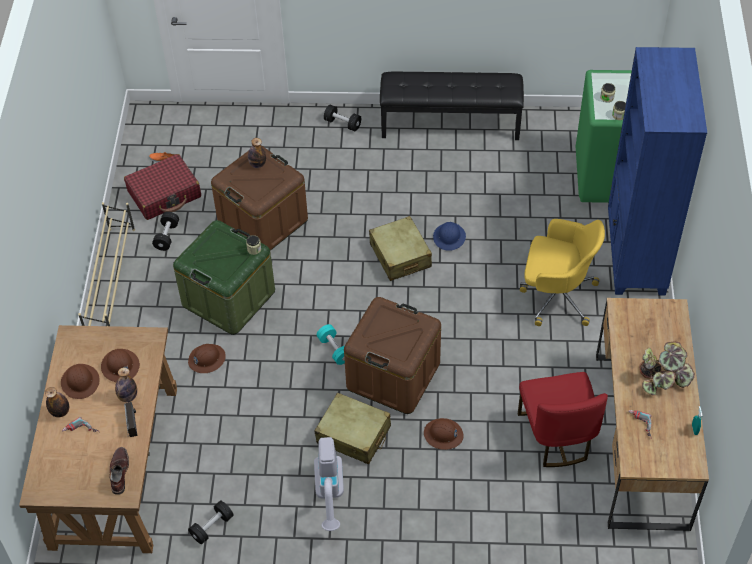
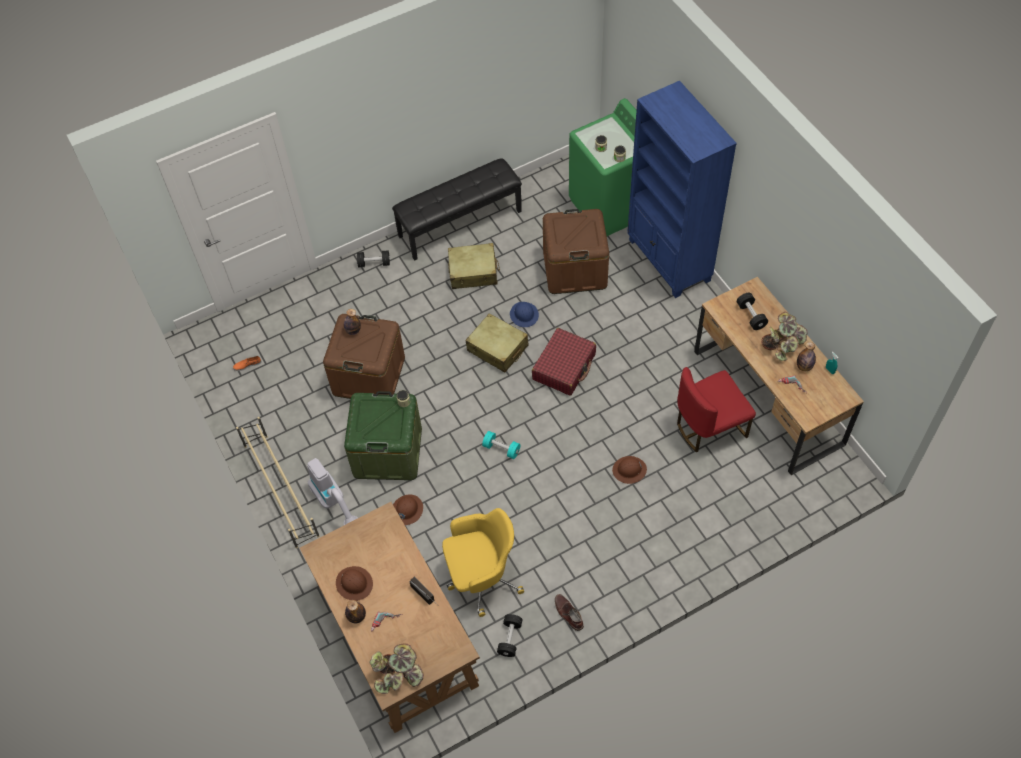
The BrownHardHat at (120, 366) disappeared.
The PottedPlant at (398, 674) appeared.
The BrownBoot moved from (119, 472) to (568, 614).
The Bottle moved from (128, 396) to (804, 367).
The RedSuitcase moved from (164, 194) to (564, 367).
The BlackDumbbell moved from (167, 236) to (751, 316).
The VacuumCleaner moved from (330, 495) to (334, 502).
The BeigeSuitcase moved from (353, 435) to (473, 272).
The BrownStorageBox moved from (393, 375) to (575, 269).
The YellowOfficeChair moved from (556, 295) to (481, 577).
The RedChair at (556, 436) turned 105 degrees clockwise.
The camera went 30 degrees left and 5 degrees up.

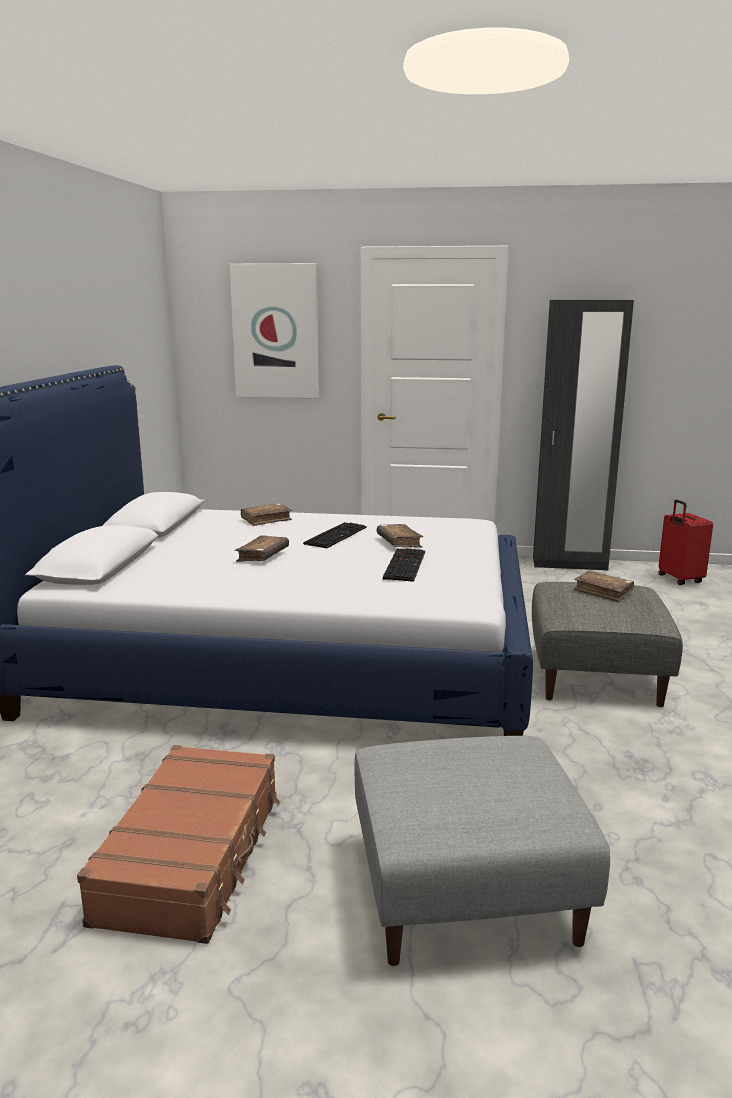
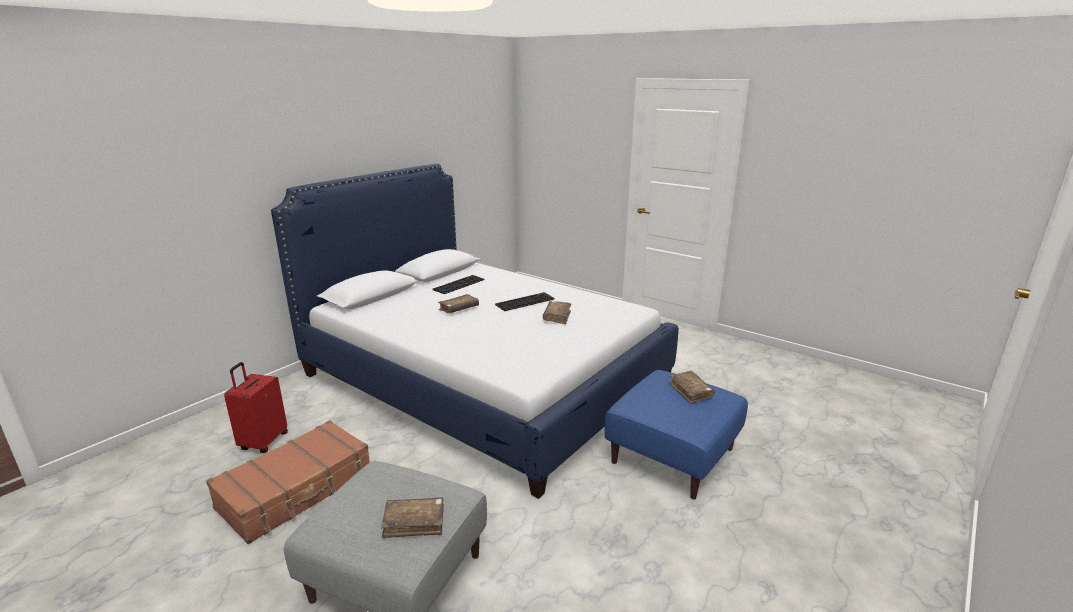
The Picture at (275, 331) disappeared.
The BlackWardrobe at (569, 564) disappeared.
The BrownBook moved from (266, 520) to (414, 523).
The Keyboard moved from (403, 565) to (459, 284).
The RedSuitcase moved from (679, 579) to (263, 442).
The GreyOttoman at (595, 675) became the BlueOttoman at (672, 455).
The camera went 30 degrees right and 5 degrees up.

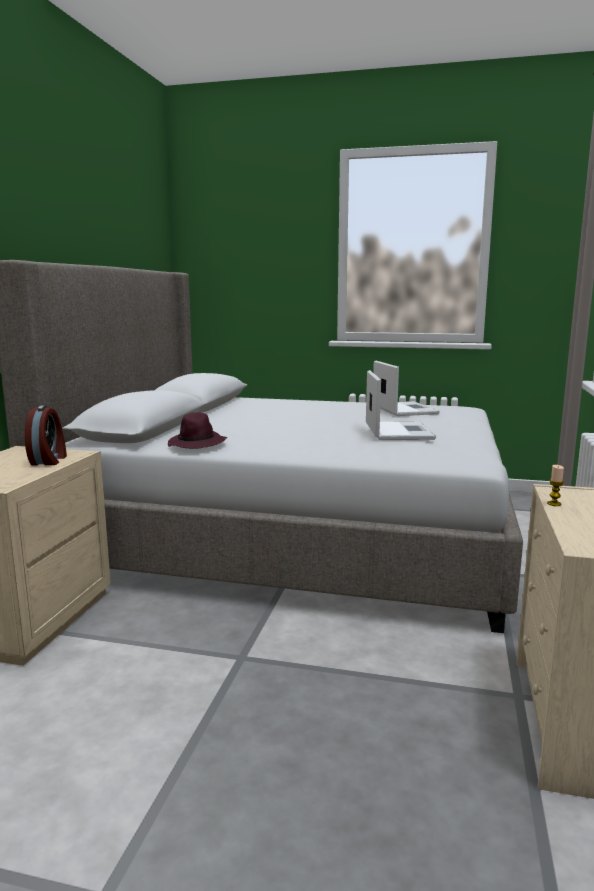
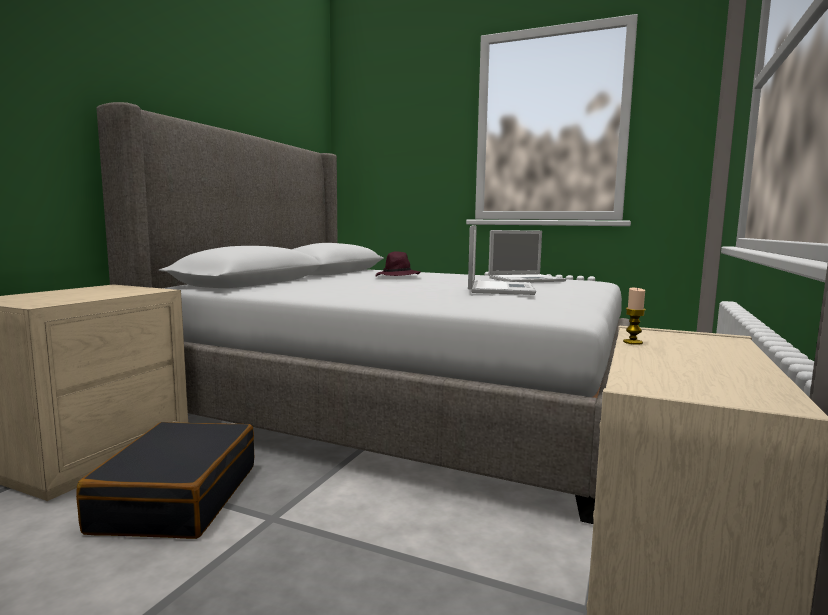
The AlarmClock at (49, 460) disappeared.
The BlackSuitcase at (177, 497) appeared.
The PurpleHat moved from (197, 444) to (398, 276).
The Laptop at (403, 409) turned 75 degrees clockwise.
The camera went 10 degrees right and 5 degrees down.

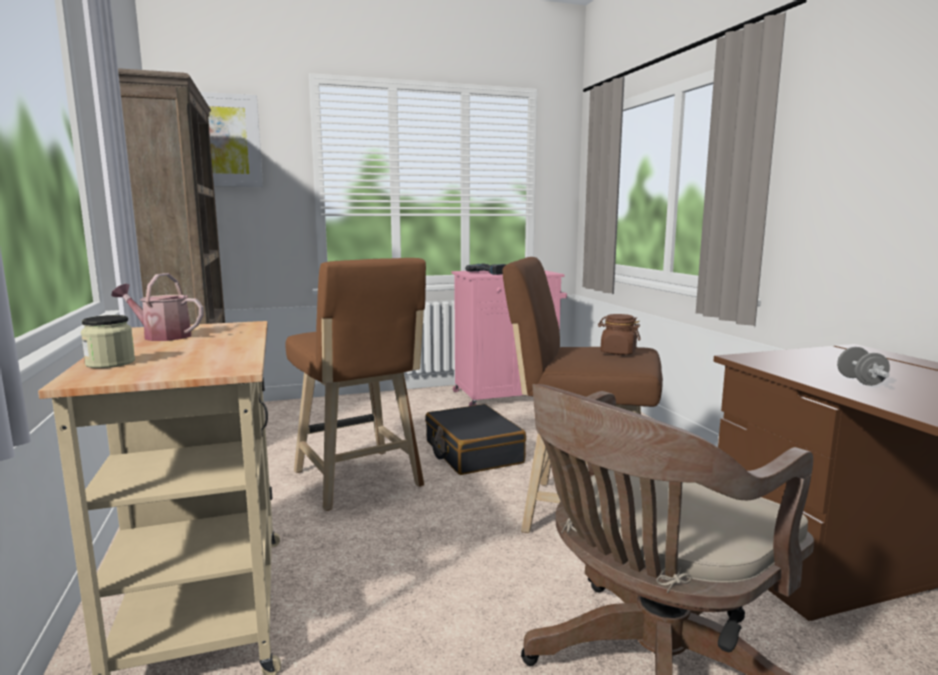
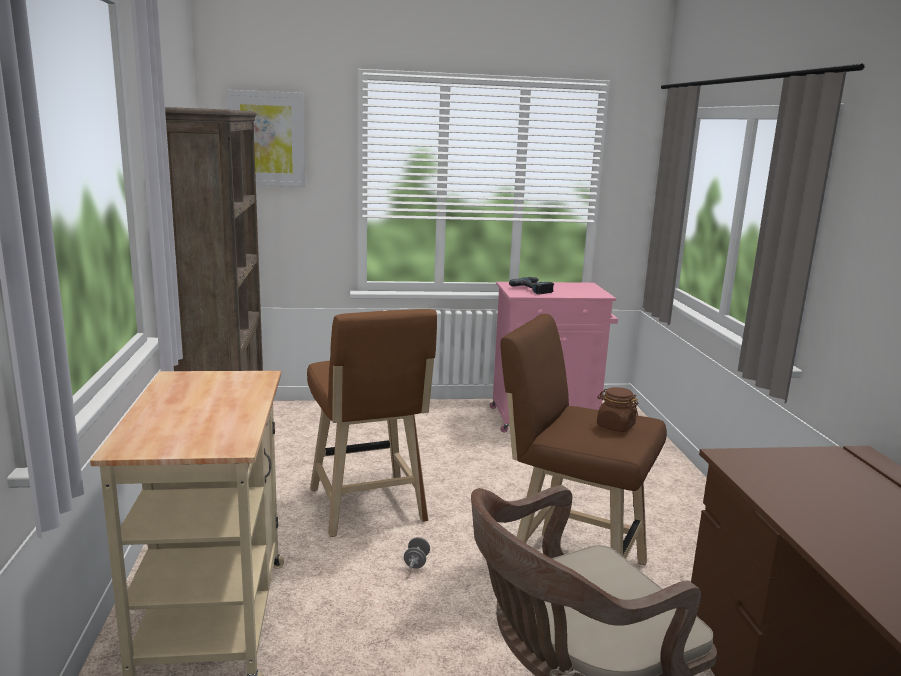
The Jar at (110, 363) disappeared.
The WateringCan at (162, 336) disappeared.
The BlackSuitcase at (472, 452) disappeared.
The GreyDumbbell moved from (860, 381) to (416, 562).
The camera went 10 degrees right and 5 degrees up.

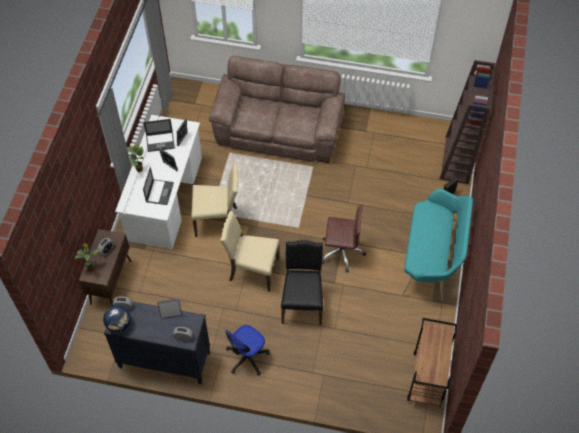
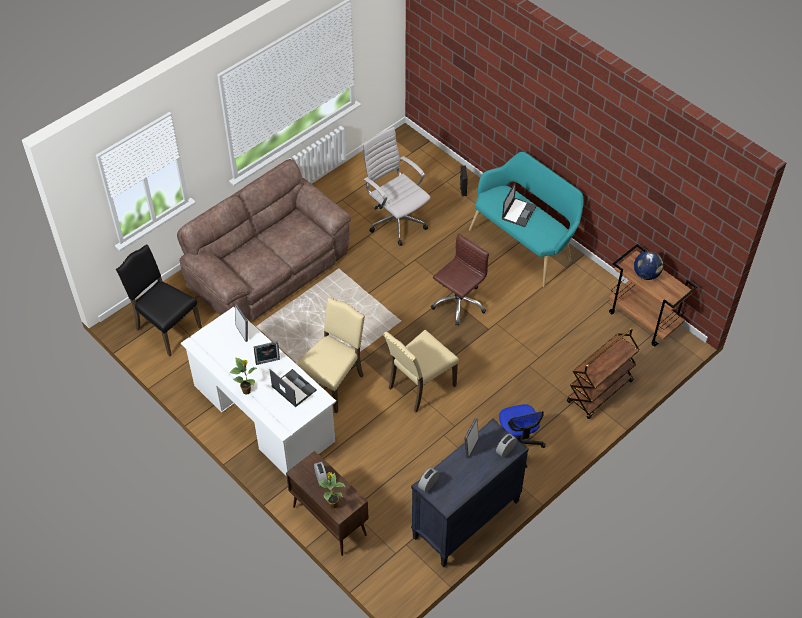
The BrownBookcase at (457, 160) disappeared.
The WhiteOfficeChair at (396, 221) appeared.
The BrownCart at (599, 392) appeared.
The Globe moved from (119, 325) to (646, 274).
The Laptop moved from (160, 141) to (519, 212).
The BlackChair moved from (302, 303) to (166, 328).
The camera went 55 degrees left and 5 degrees down.

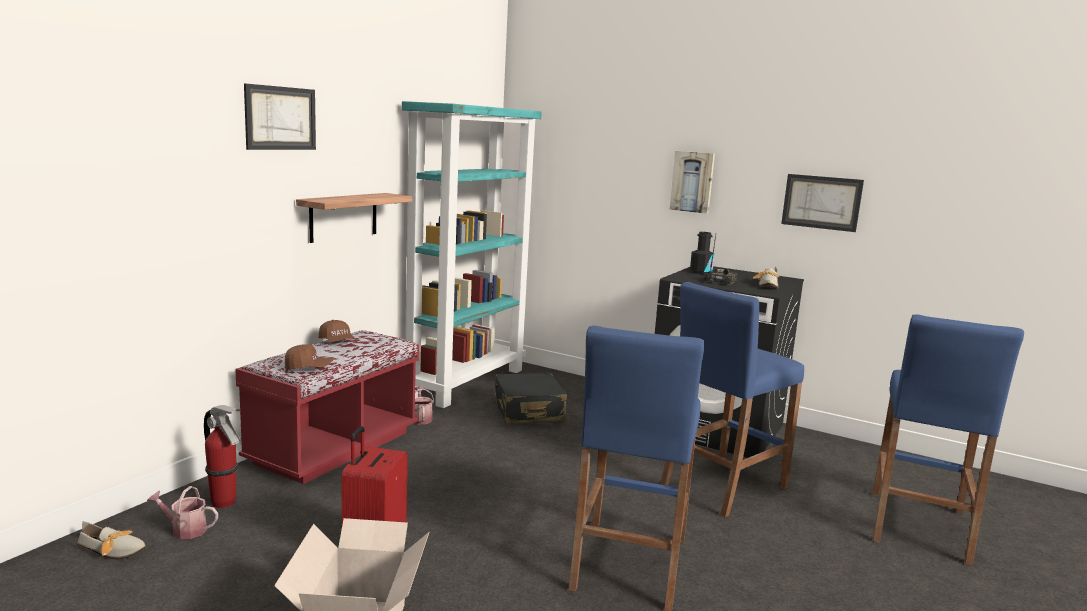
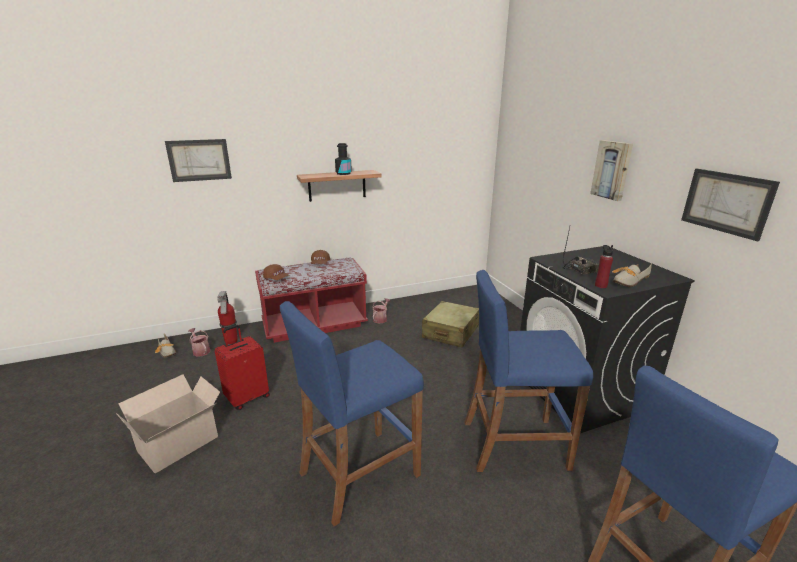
The TurquoiseBookcase at (466, 382) disappeared.
The RedBottle at (600, 285) appeared.
The Picture moved from (280, 118) to (199, 160).
The BlackBottle moved from (700, 272) to (343, 173).
The BlackSuitcase at (528, 412) became the BeigeSuitcase at (450, 332).
The camera went 40 degrees right and 10 degrees up.

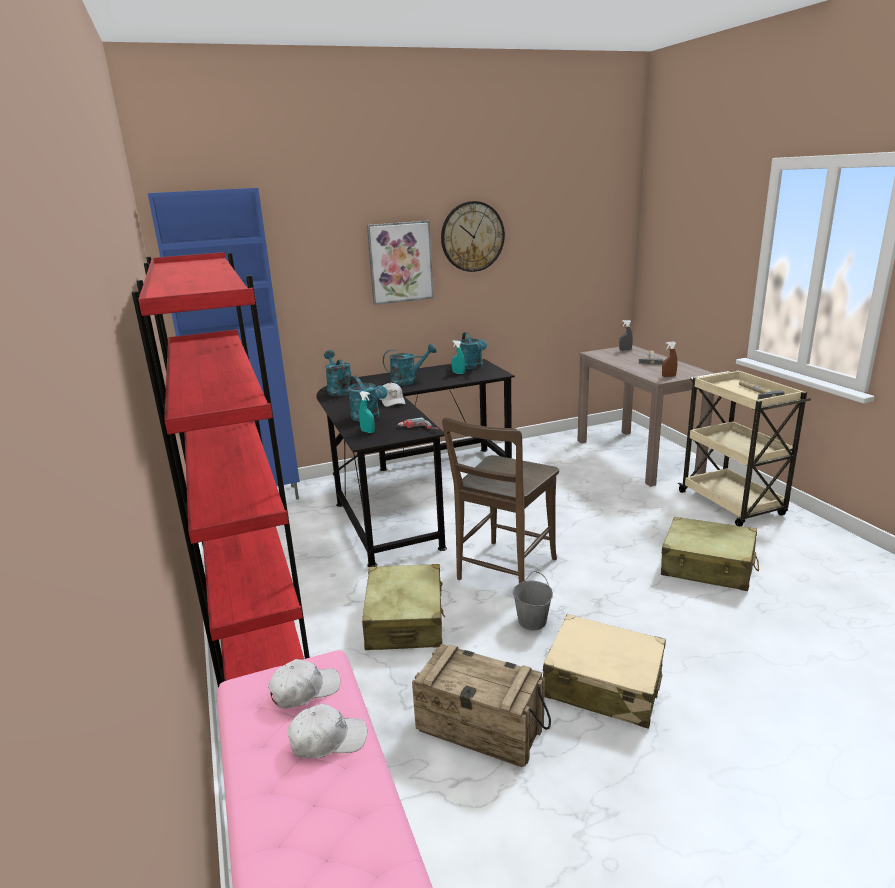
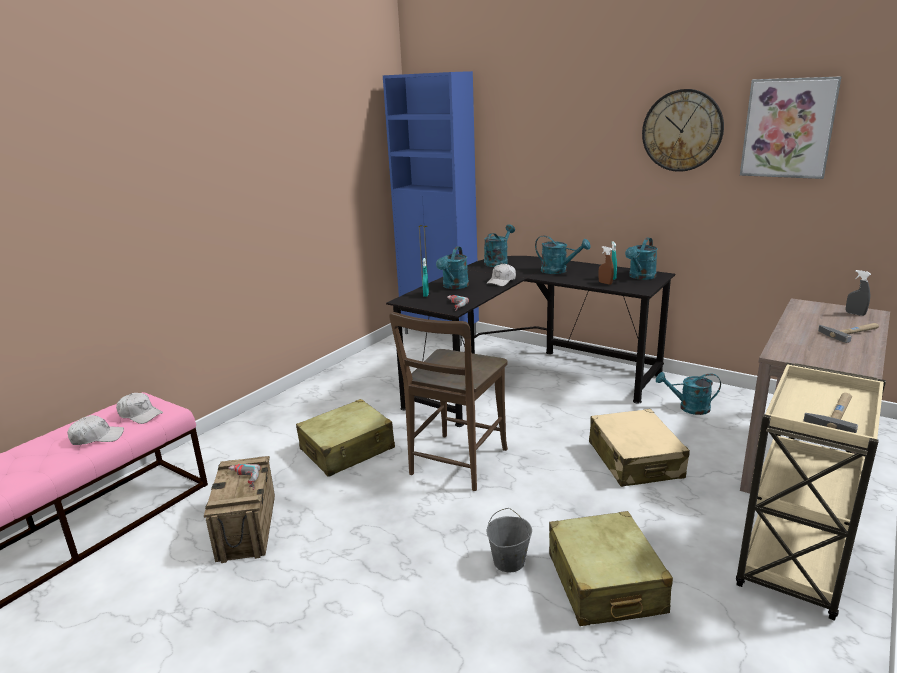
The RedBookcase at (259, 640) disappeared.
The PowerDrill at (242, 480) appeared.
The TurquoiseWateringCan at (688, 408) appeared.
The Picture moved from (400, 262) to (788, 128).
The GreyBucket moved from (532, 622) to (509, 562).
The BeigeSuitcase moved from (602, 685) to (635, 460).
The BrownSprayBottle moved from (668, 376) to (605, 283).
The WhiteCap at (327, 740) turned 60 degrees counterclockwise.
The BrownChair at (504, 571) turned 60 degrees counterclockwise.
The camera went 55 degrees right and 0 degrees up.

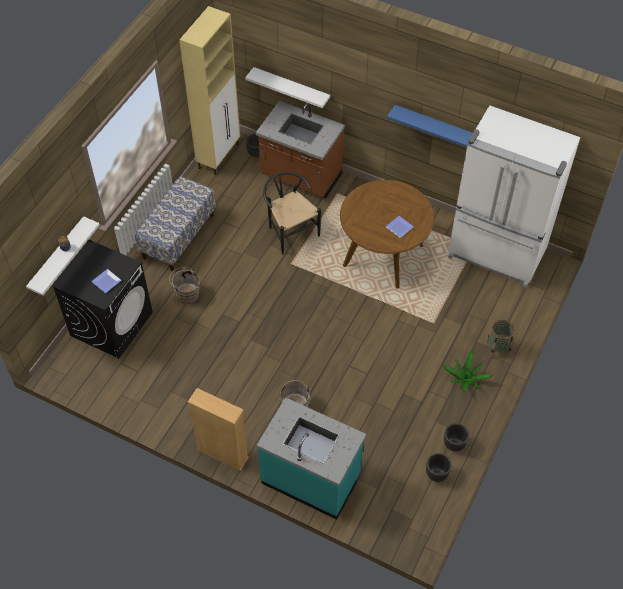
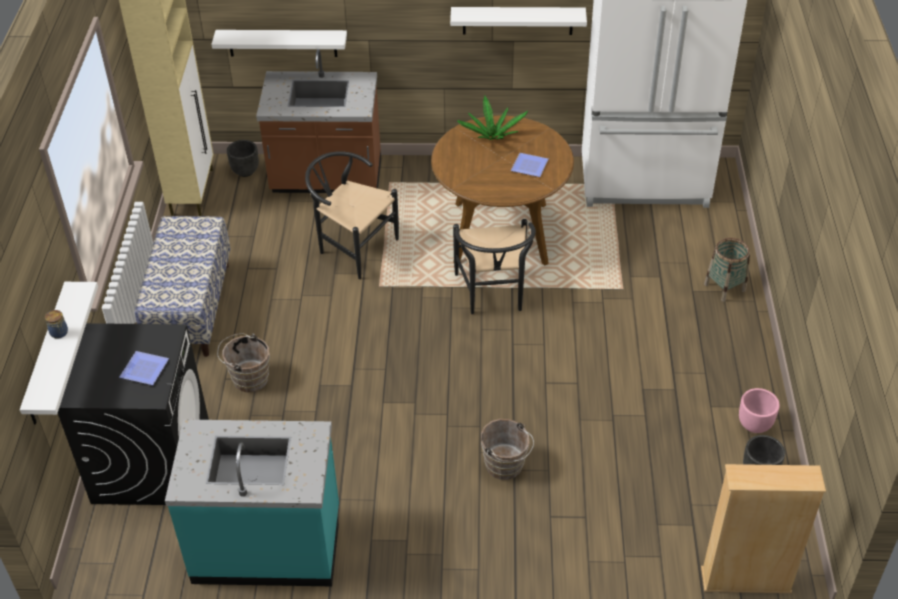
The BlackChair at (493, 296) appeared.
The BeigeBookcase moved from (222, 453) to (745, 580).
The TurquoiseCounter moved from (311, 478) to (267, 545).
The PottedPlant moved from (465, 379) to (492, 136).
The BlueShelf at (435, 127) became the WhiteShelf at (517, 20).
The BlackPlanter at (454, 444) became the PinkPlanter at (755, 425).
The camera went 25 degrees left and 10 degrees down.

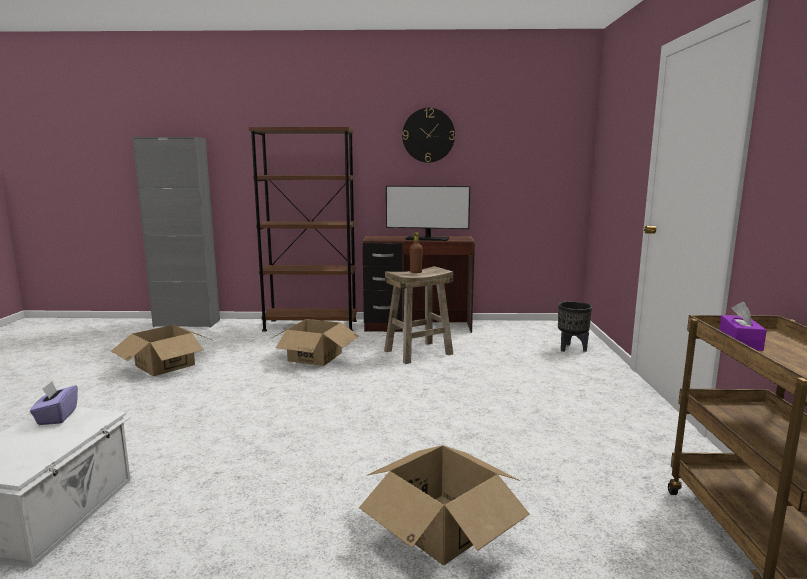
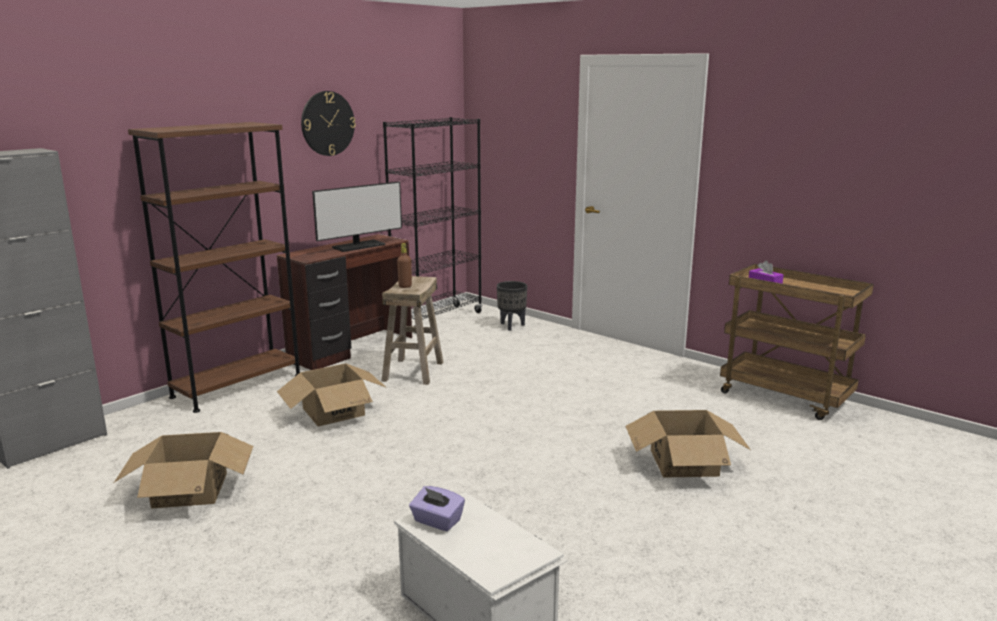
The BlackBookcase at (438, 319) appeared.
The camera went 50 degrees left and 5 degrees up.

